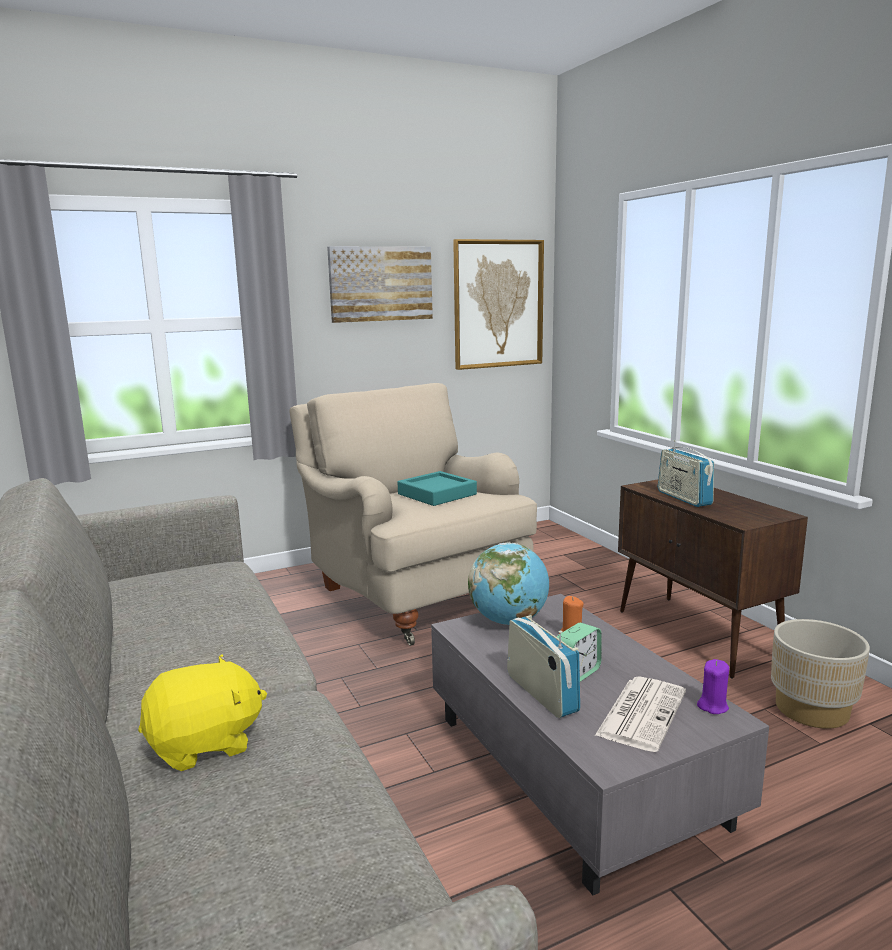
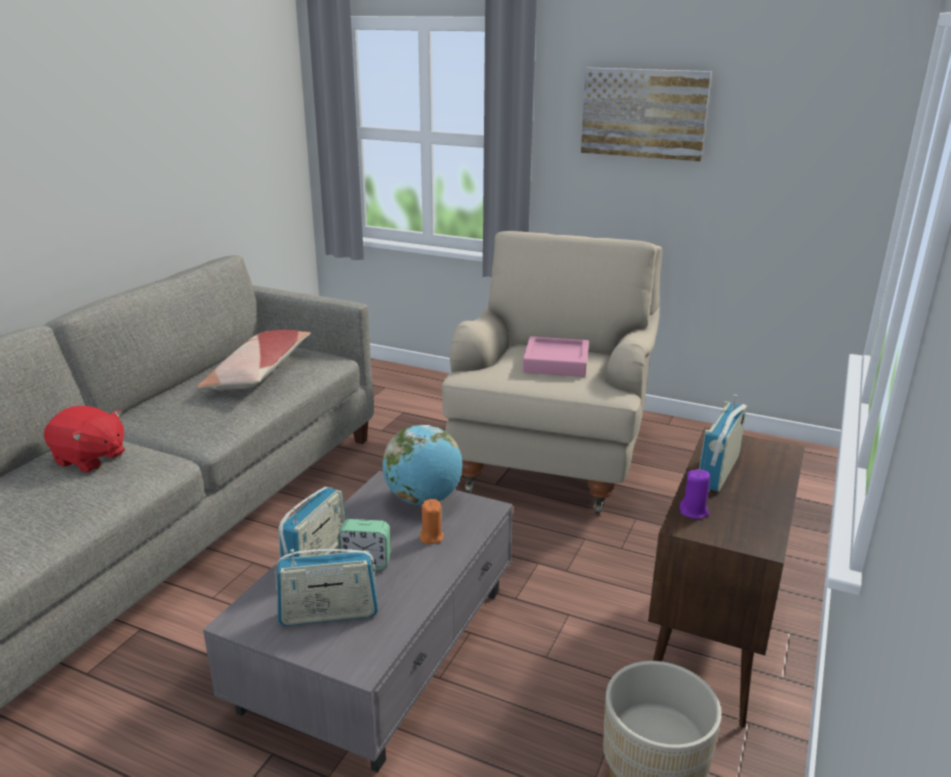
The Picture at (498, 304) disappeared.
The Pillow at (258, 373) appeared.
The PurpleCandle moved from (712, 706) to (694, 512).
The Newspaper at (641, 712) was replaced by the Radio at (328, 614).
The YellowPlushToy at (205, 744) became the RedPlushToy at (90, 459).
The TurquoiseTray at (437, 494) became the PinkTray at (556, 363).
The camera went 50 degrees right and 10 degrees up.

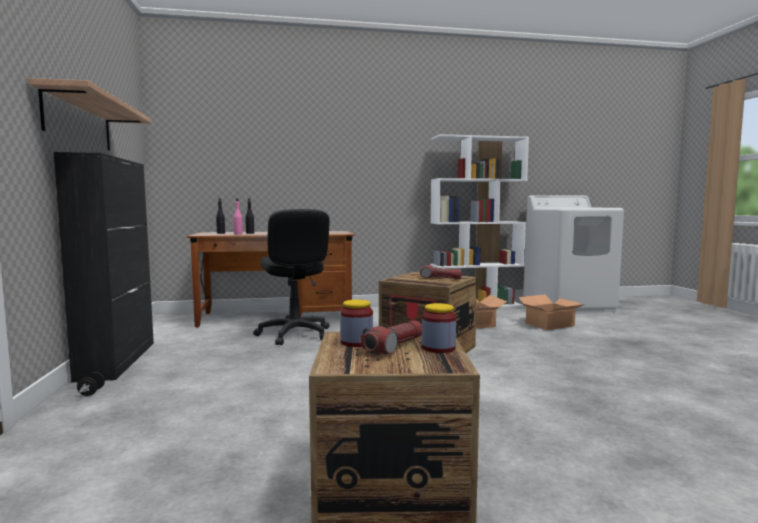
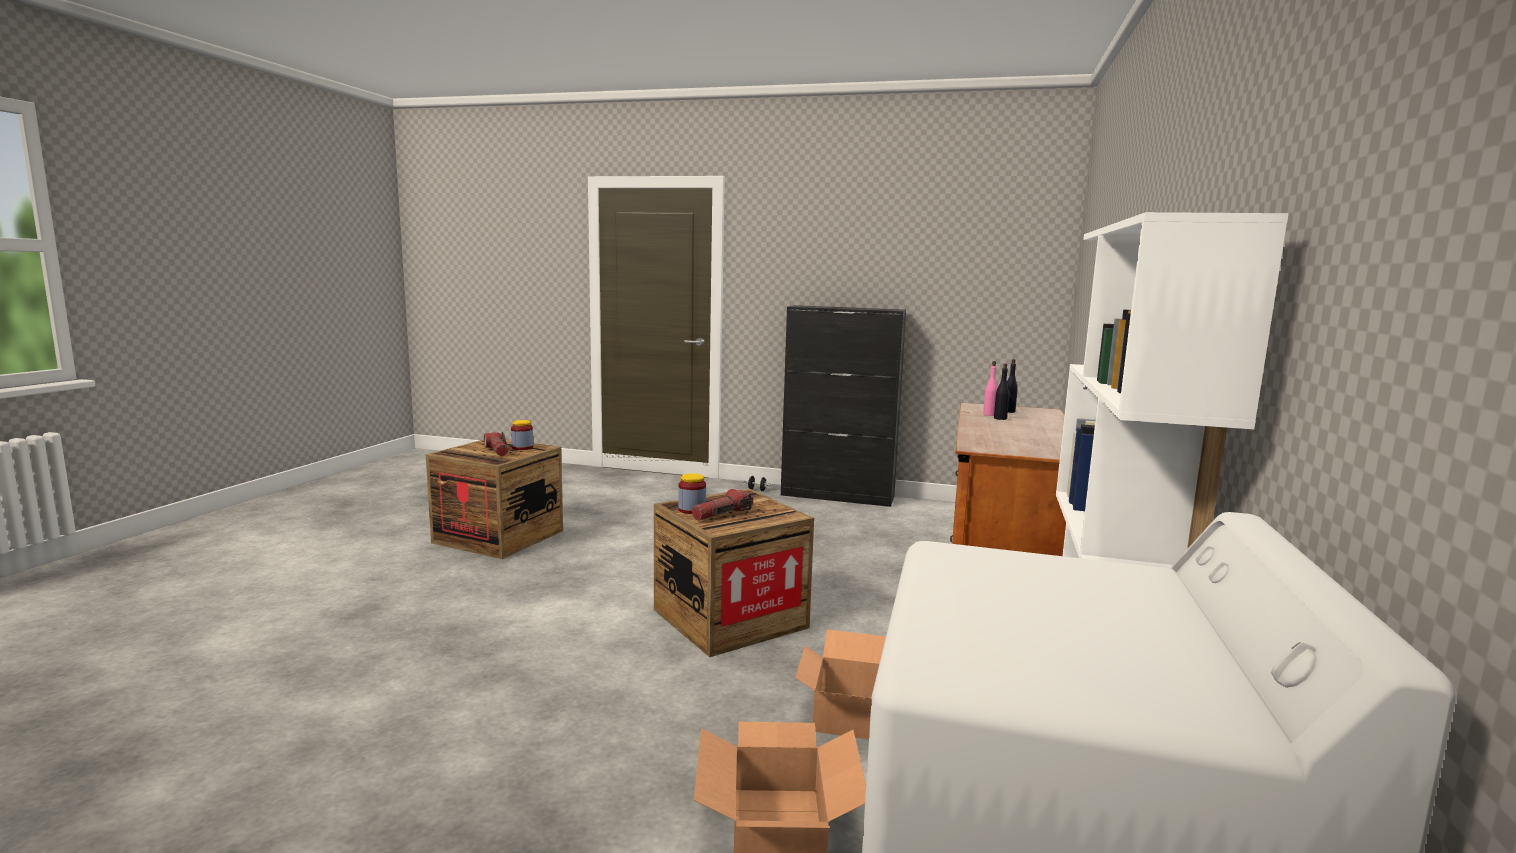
The Shelf at (79, 121) disappeared.
The BlackOfficeChair at (294, 334) disappeared.
The Jar moved from (438, 348) to (692, 510).
The camera went 115 degrees right and 5 degrees up.

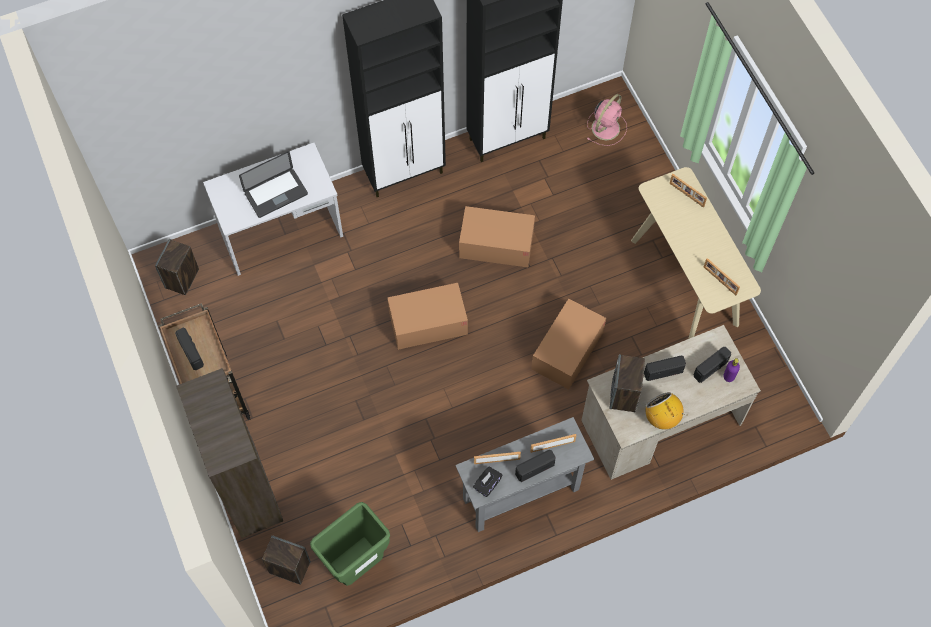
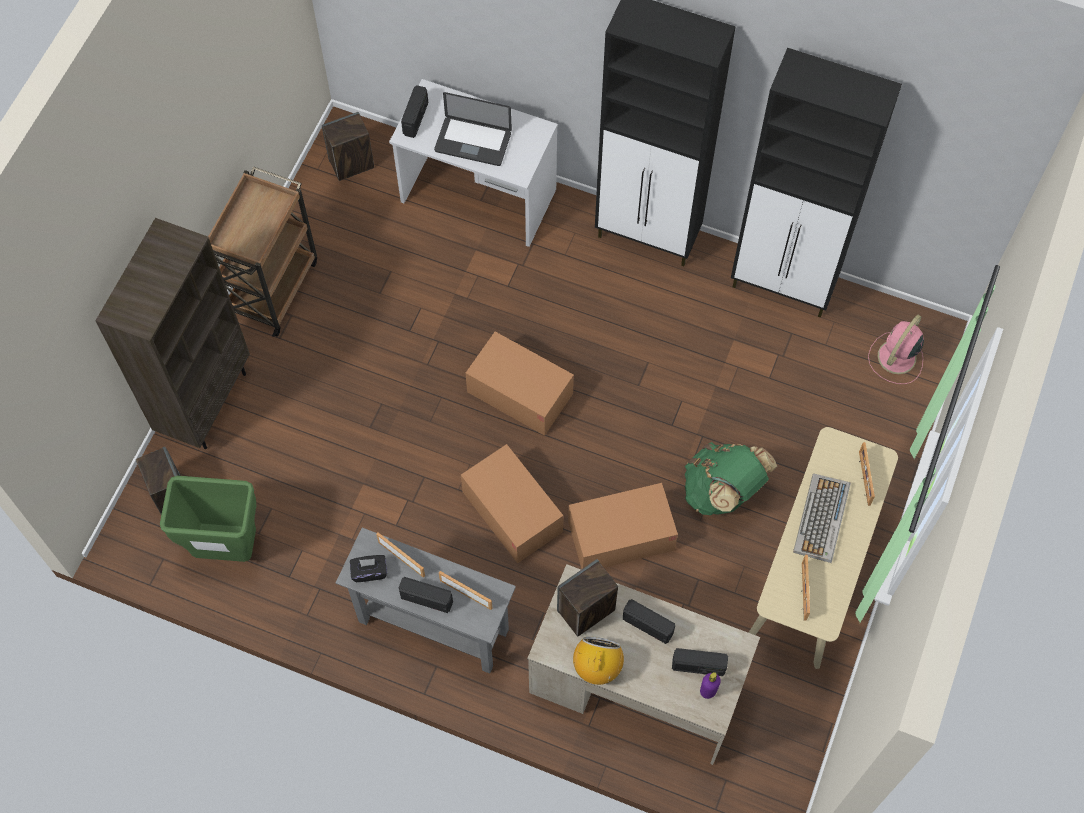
The GreenBackpack at (722, 492) appeared.
The Keyboard at (822, 519) appeared.
The Radio moved from (191, 353) to (416, 118).
The CardboardBox moved from (496, 244) to (512, 512).
The PinkFan at (606, 127) turned 135 degrees clockwise.
The camera went 45 degrees right and 0 degrees up.

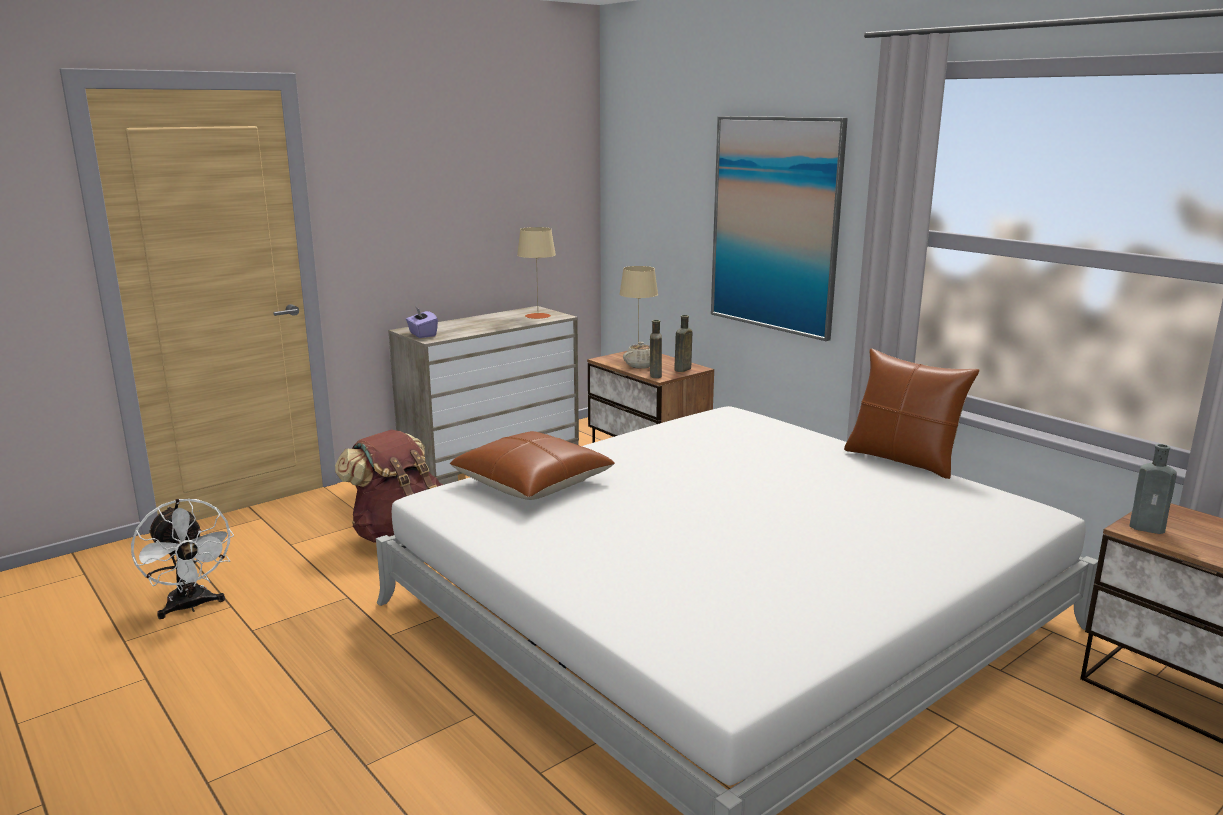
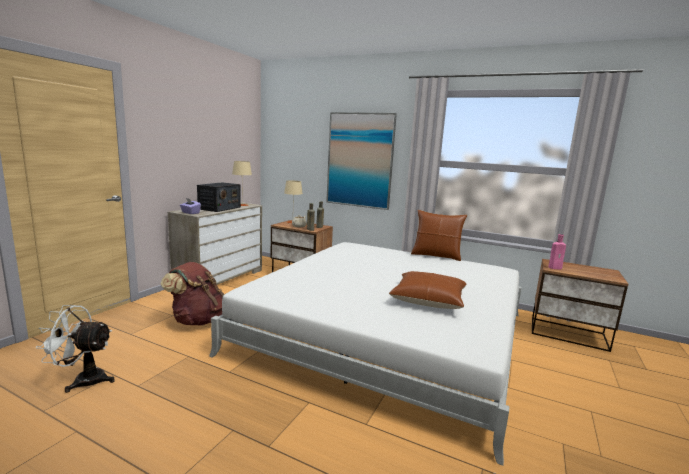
The Radio at (219, 208) appeared.
The BrownPillow moved from (532, 483) to (428, 300).
The GreyBottle at (1149, 528) became the PinkBottle at (556, 268).
The WhiteFan at (191, 607) turned 150 degrees clockwise.
The camera went 25 degrees left and 5 degrees down.

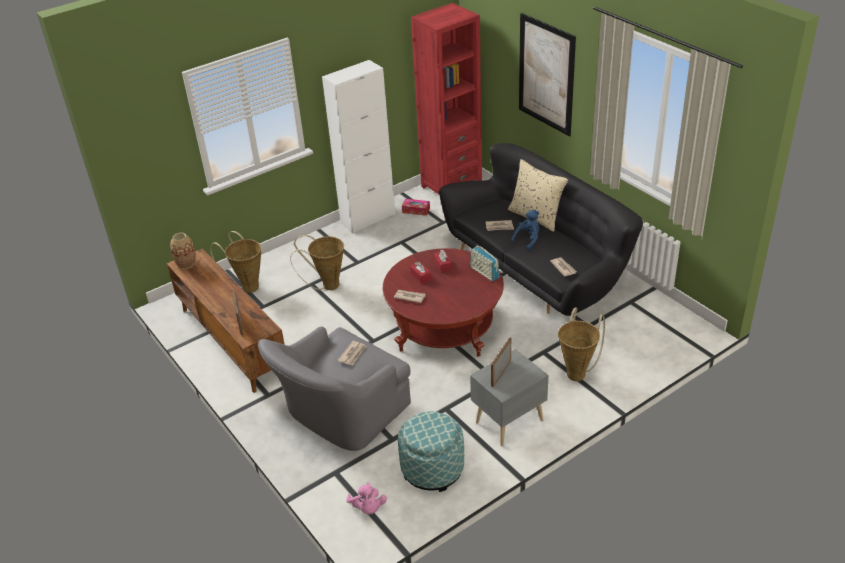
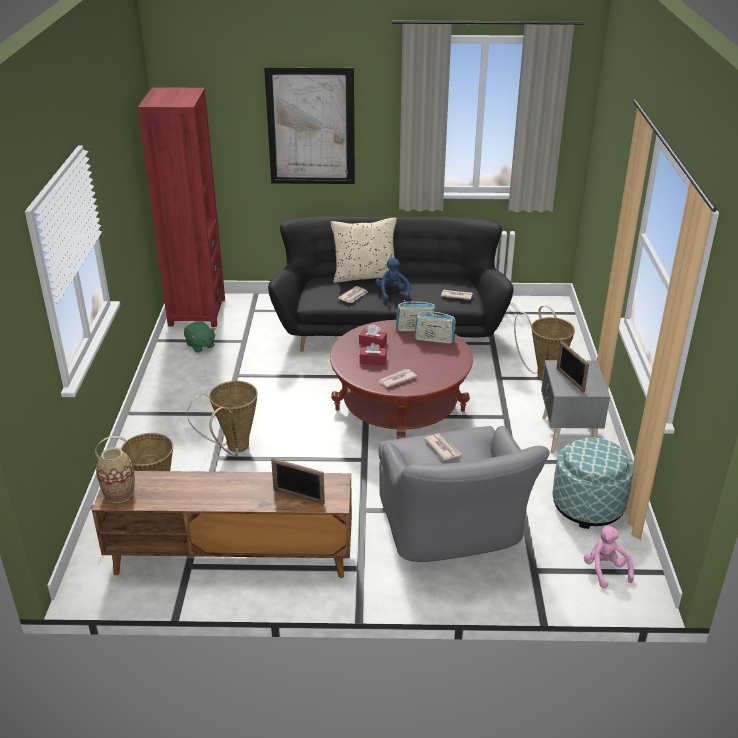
The WhiteCabinet at (368, 218) disappeared.
The Radio at (434, 340) appeared.
The TissueBox at (416, 210) was replaced by the GreenPlushToy at (200, 345).
The PinkPlushToy at (368, 508) turned 120 degrees counterclockwise.
The camera went 55 degrees left and 5 degrees down.

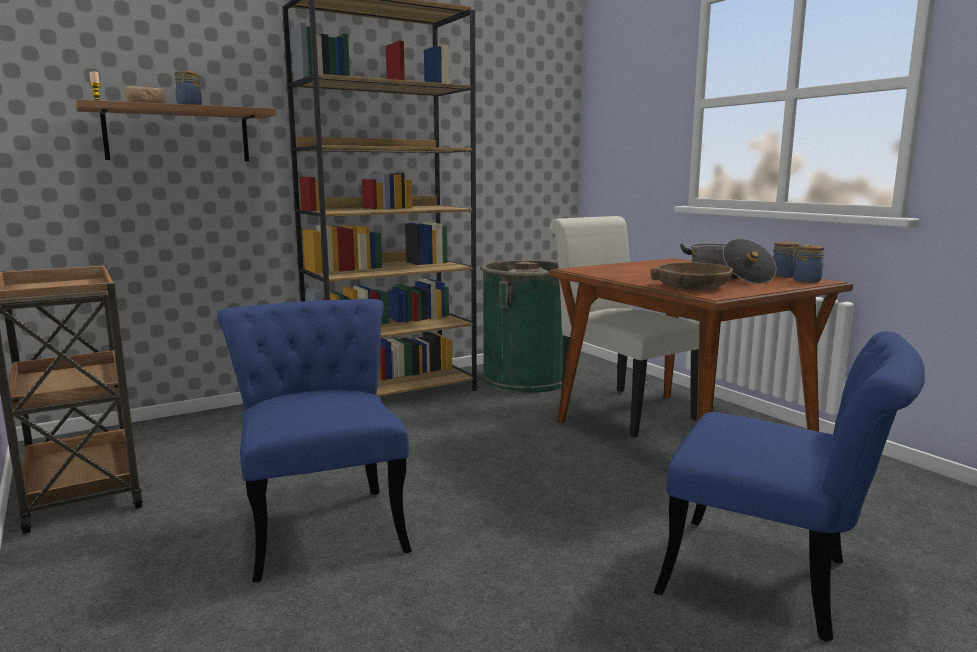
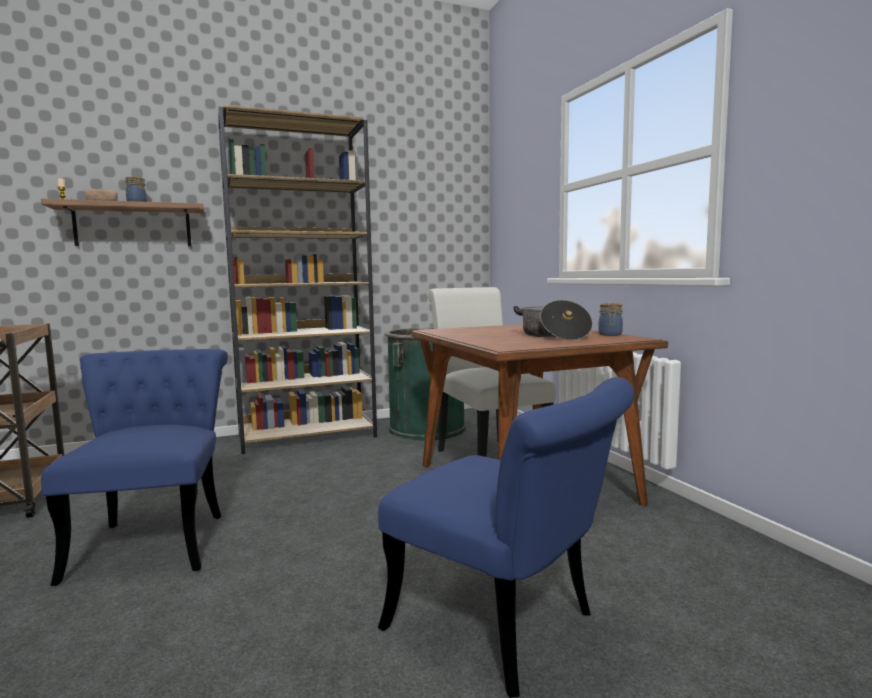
The BrownBowl at (692, 286) disappeared.
The Jar at (808, 281) disappeared.
The camera went 10 degrees right and 5 degrees down.

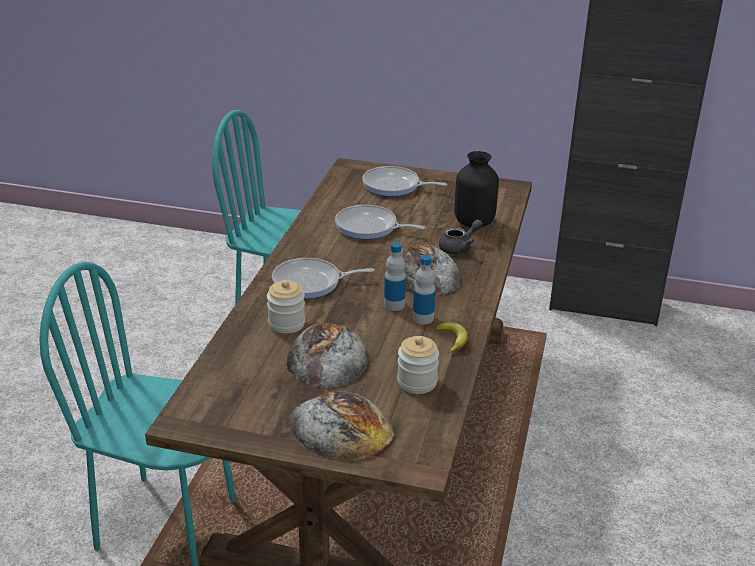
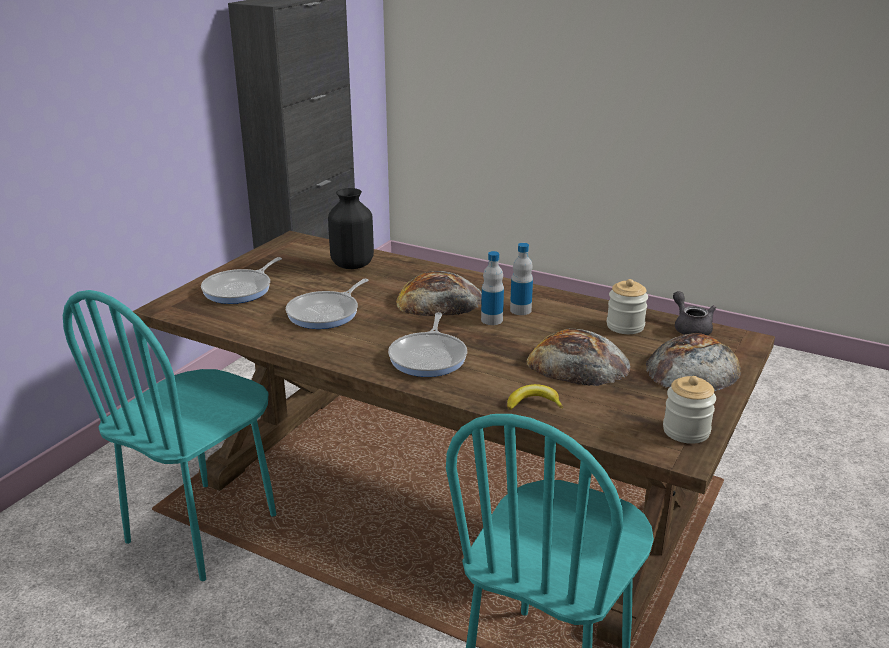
The Jar moved from (286, 323) to (686, 431).
The Banana moved from (452, 340) to (533, 403).
The GreyTeapot moved from (459, 247) to (690, 328).
The camera went 75 degrees left and 5 degrees down.

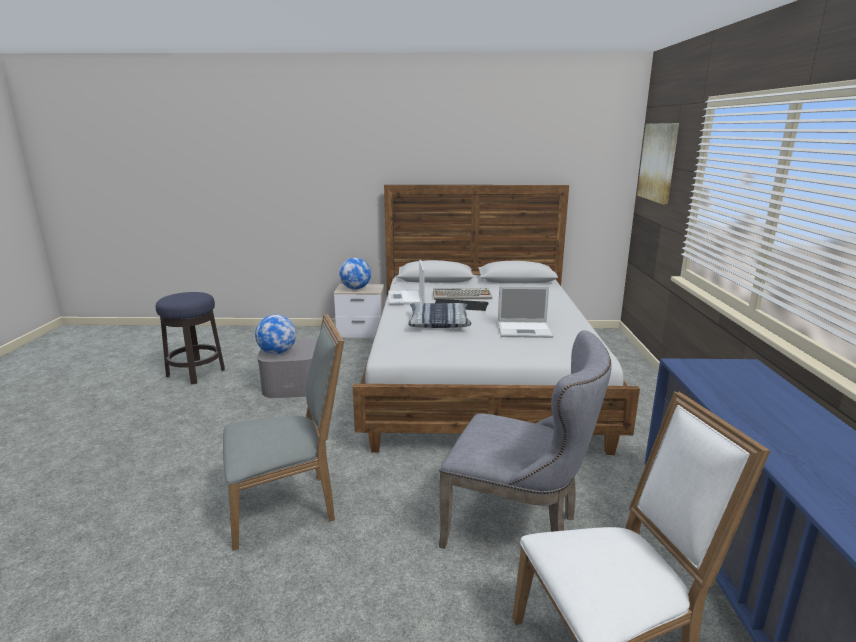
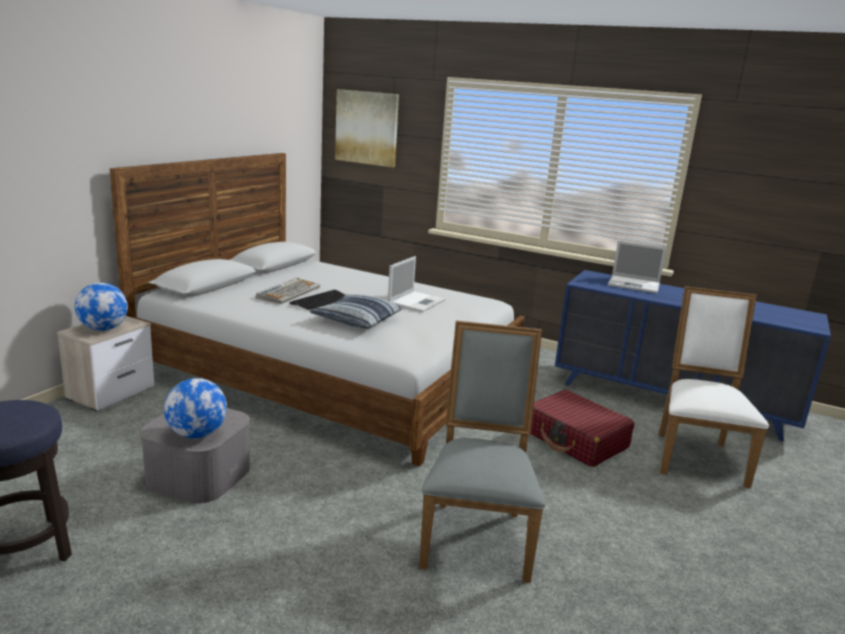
The Laptop moved from (406, 298) to (635, 285).
The GreyChair at (519, 530) was replaced by the RedSuitcase at (576, 440).
The camera went 65 degrees left and 0 degrees up.

